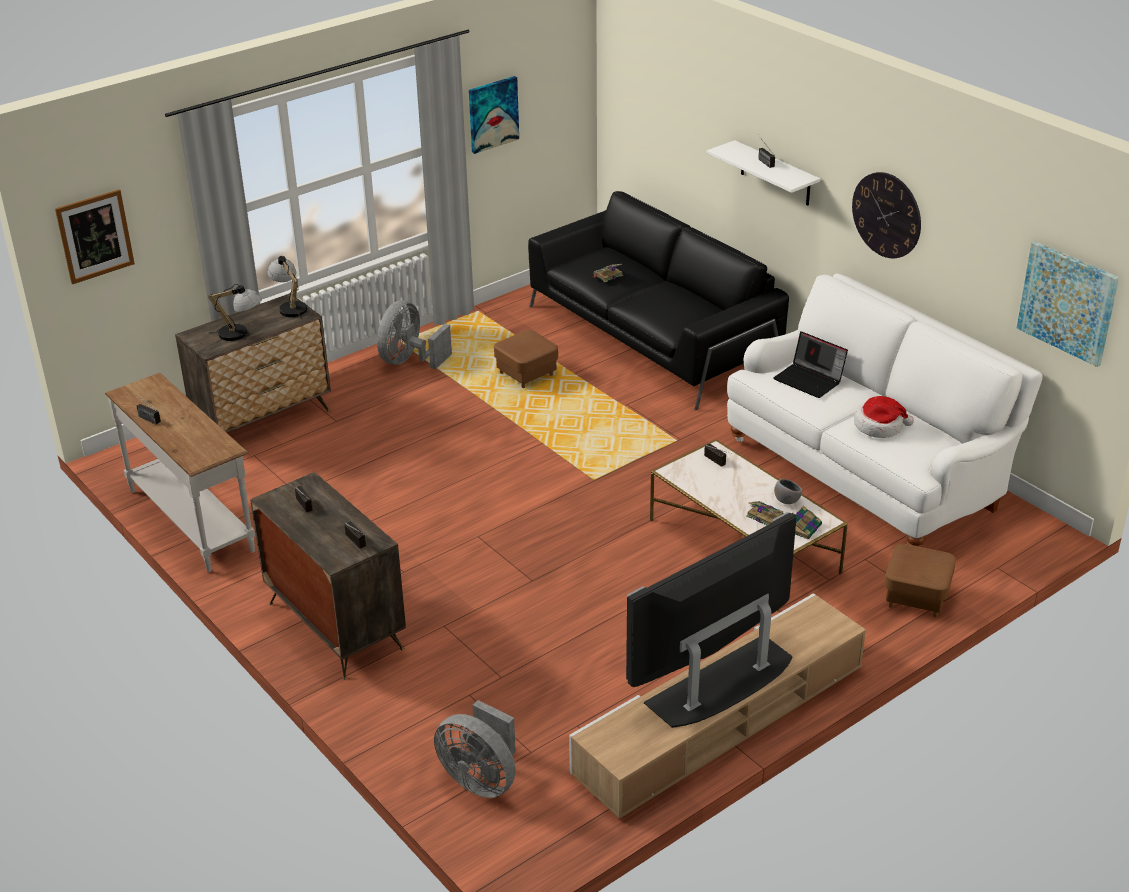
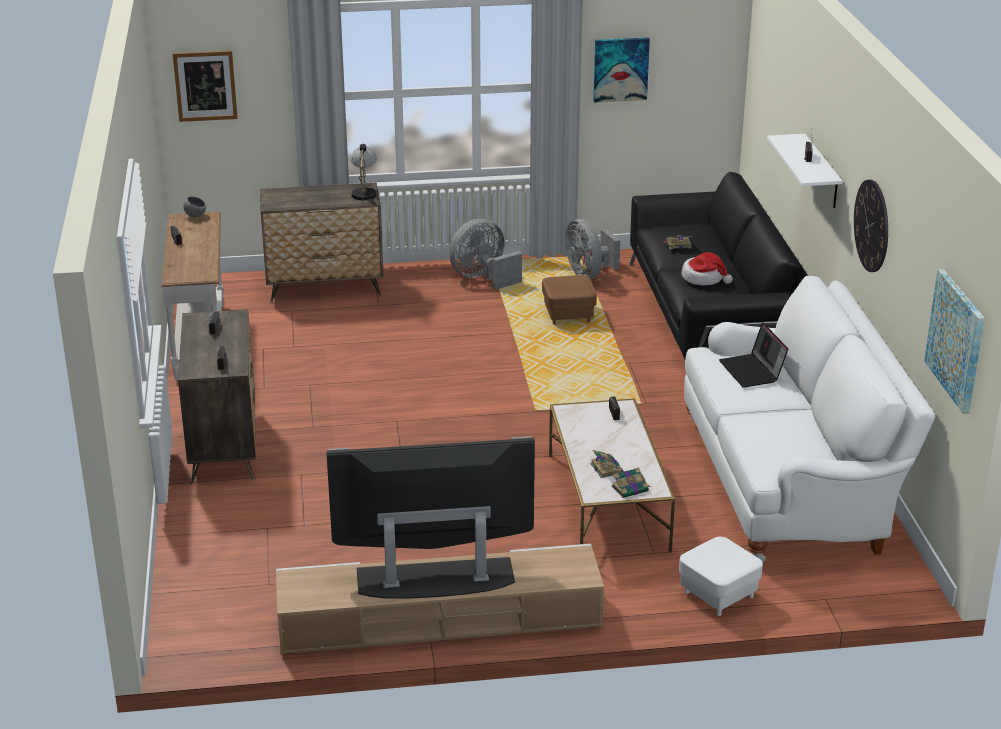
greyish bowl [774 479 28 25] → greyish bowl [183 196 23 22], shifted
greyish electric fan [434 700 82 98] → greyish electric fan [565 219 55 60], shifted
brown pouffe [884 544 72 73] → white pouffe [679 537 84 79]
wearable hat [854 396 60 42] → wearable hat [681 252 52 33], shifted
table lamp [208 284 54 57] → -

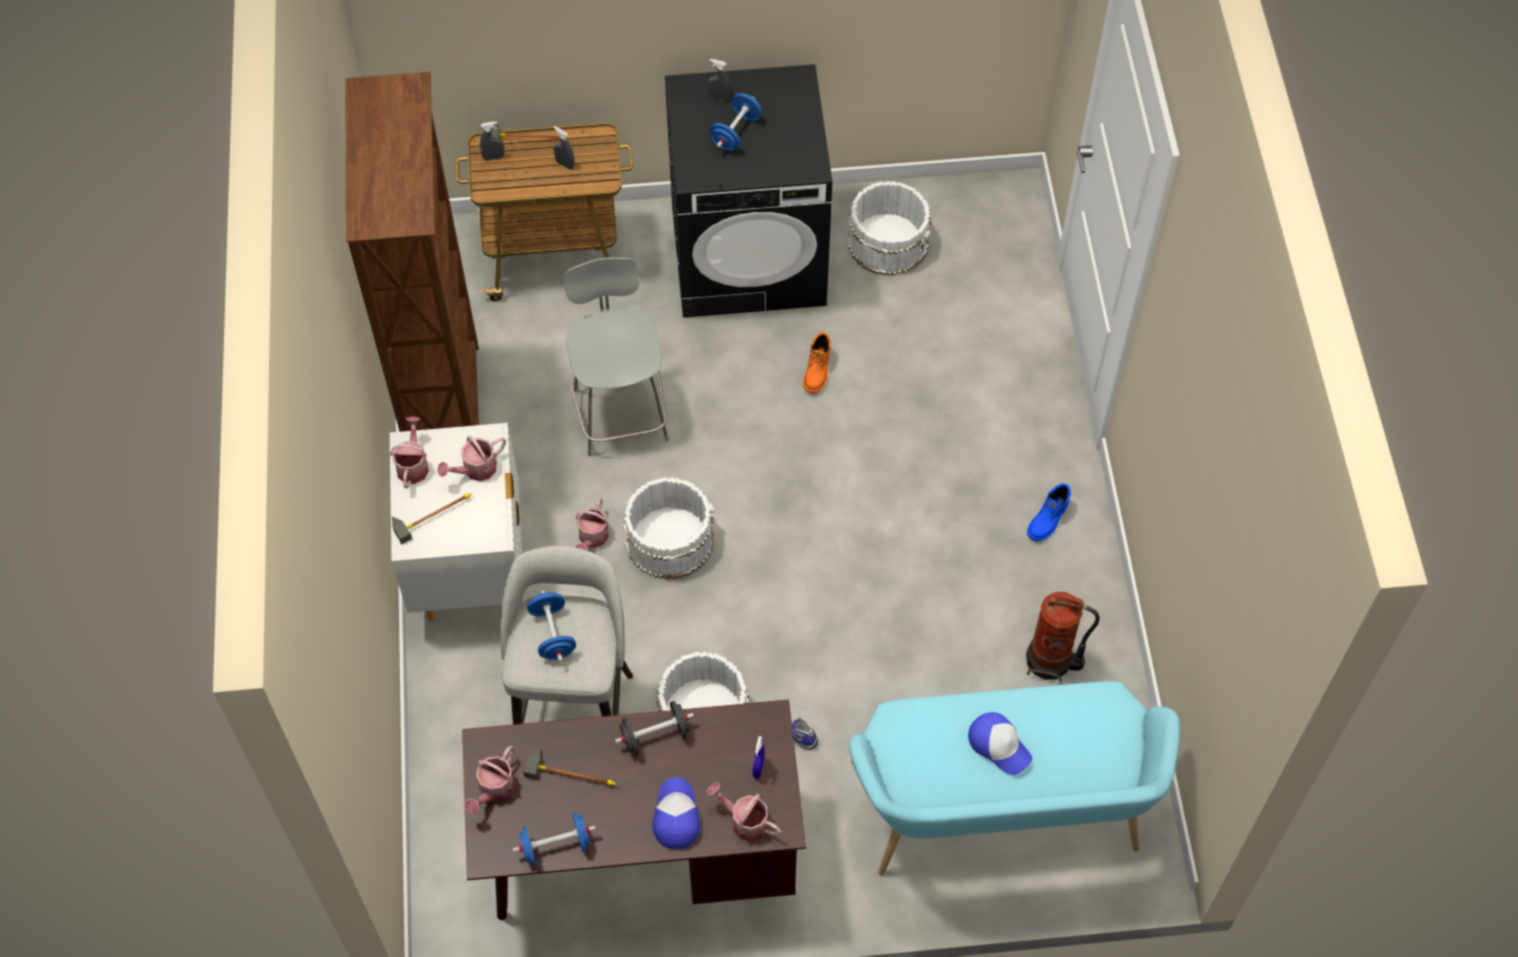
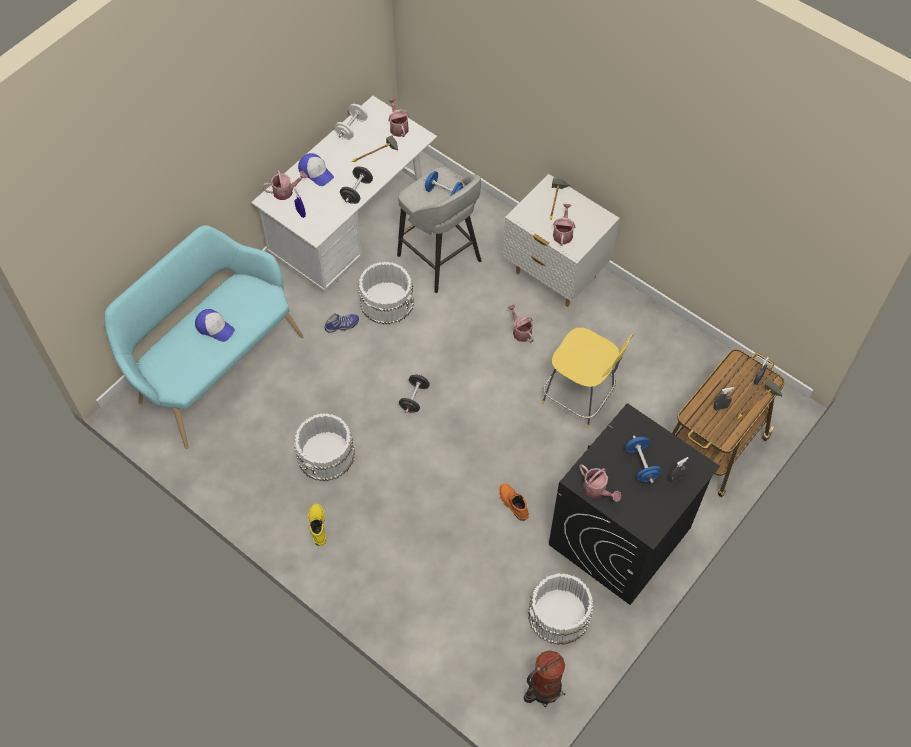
peaked cap [968 712 64 63] → peaked cap [195 309 40 33], 150 degrees counterclockwise
brown desk table [462 700 344 220] → white desk table [251 96 186 195]
white water bucket [623 477 91 103] → white water bucket [294 413 61 68], shifted
bluish tall boot [1027 483 44 58] → yellowish tall boot [308 504 18 42]
bluish free weight [513 812 83 54] → white free weight [334 104 34 36]
- → black-coloured free weight [399 374 31 39]
fire-fighting cylinder [1026 592 74 90] → fire-fighting cylinder [524 650 41 57], shifted
greyish stool seat [564 258 105 198] → yellowish stool seat [542 328 92 101]
watering can [390 417 39 71] → watering can [579 464 42 38], shifted
brown bookcase [345 72 134 360] → -

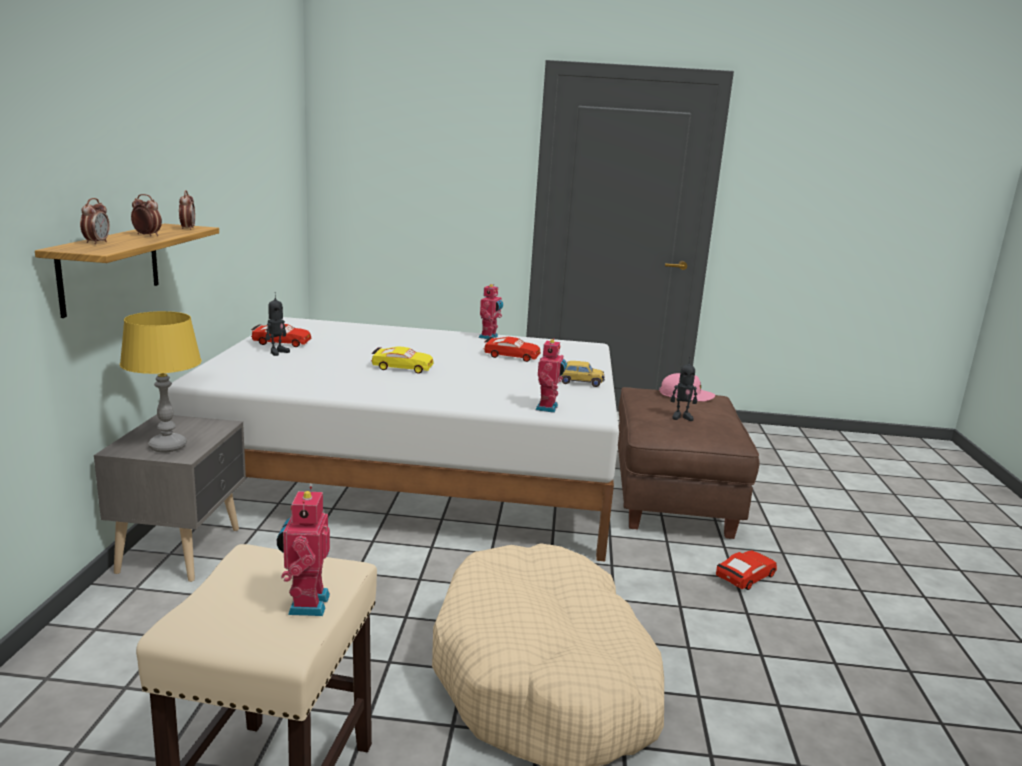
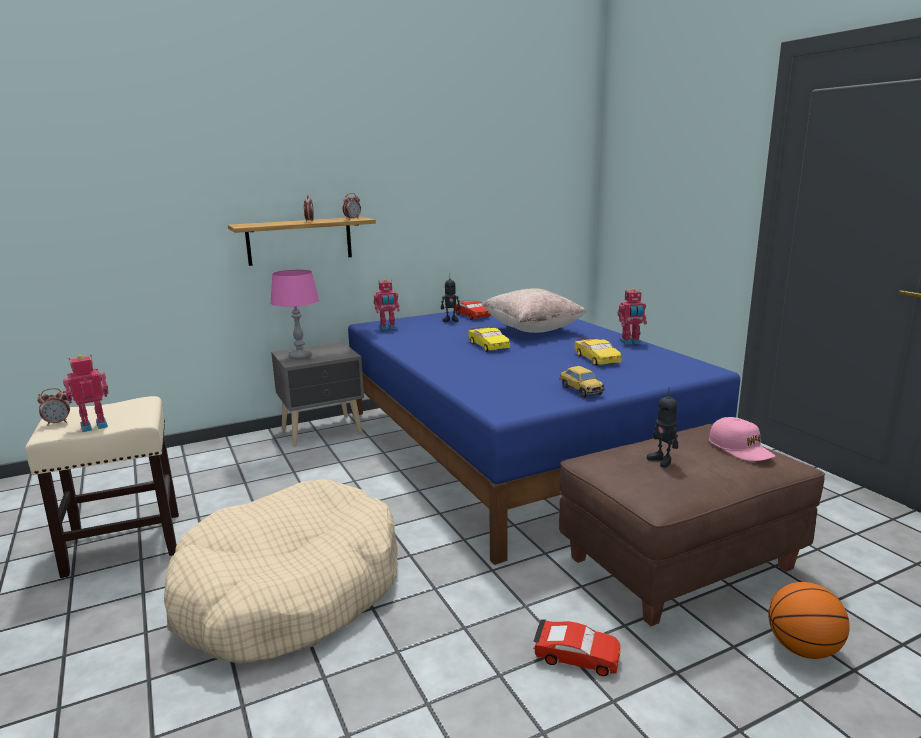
bedside clock [80 198 30 46] → bedside clock [37 388 33 38], shifted
yellowish table lamp [120 311 82 142] → pink table lamp [270 270 49 90]
white bedroom bed [168 317 451 245] → bluish bedroom bed [348 311 392 254]
robot figure [536 338 31 75] → robot figure [374 279 25 51], shifted
- → beige-coloured cushion [482 288 105 45]
red-coloured toy car [484 337 56 25] → yellowish toy car [575 338 47 28]
- → ball for basketball [768 582 82 77]

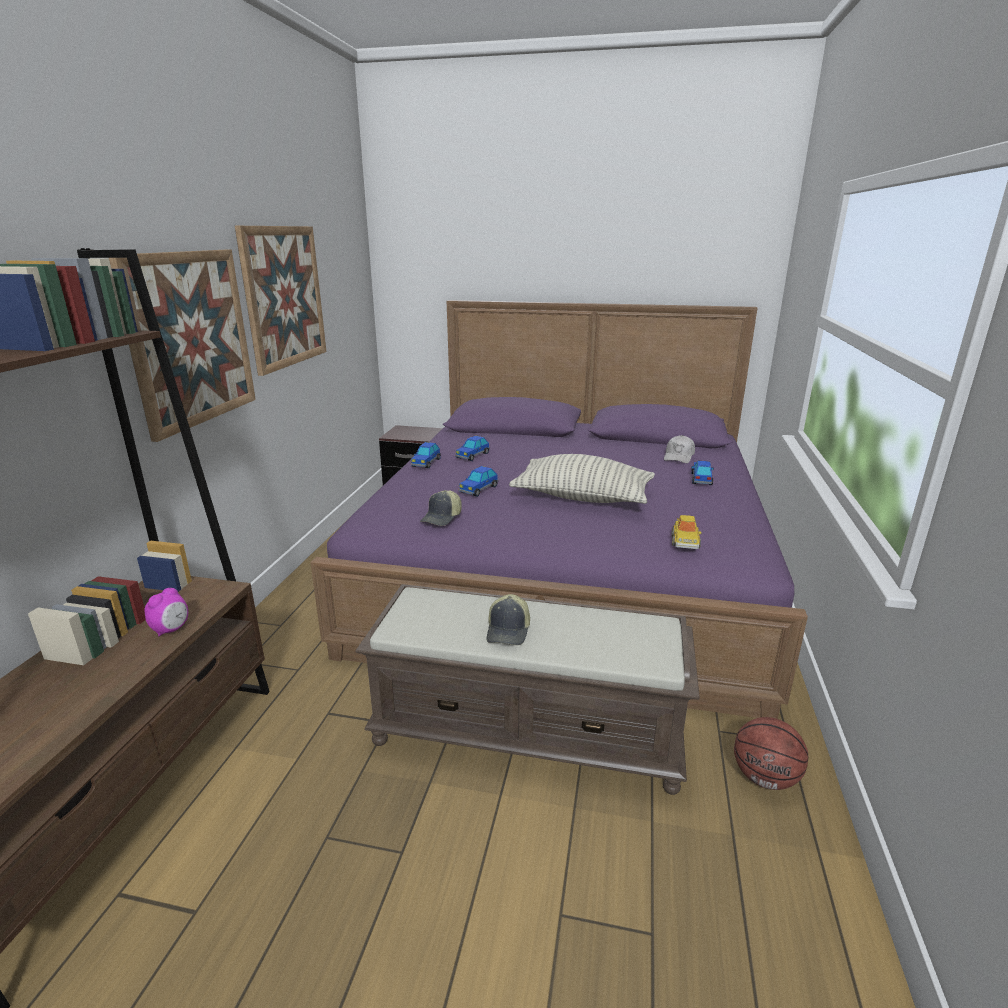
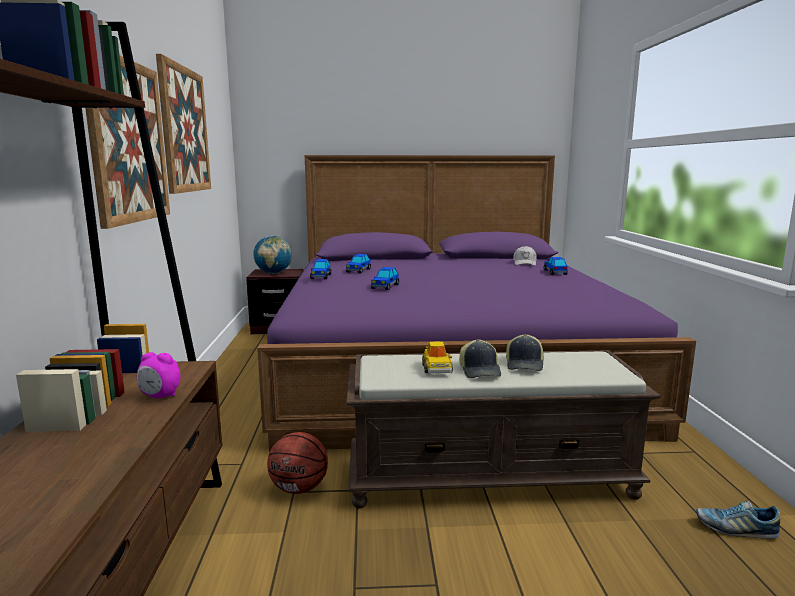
bedside clock [144 588 44 48] → bedside clock [137 352 44 46], 90 degrees clockwise
- → desk globe [253 236 39 38]
ball for basketball [734 717 74 73] → ball for basketball [267 432 61 62], shifted
toy car [671 515 30 34] → toy car [422 342 31 31], shifted
peaked cap [420 490 42 36] → peaked cap [506 334 38 37], shifted
- → item of footwear [696 500 84 39]
cushion [509 454 146 50] → -

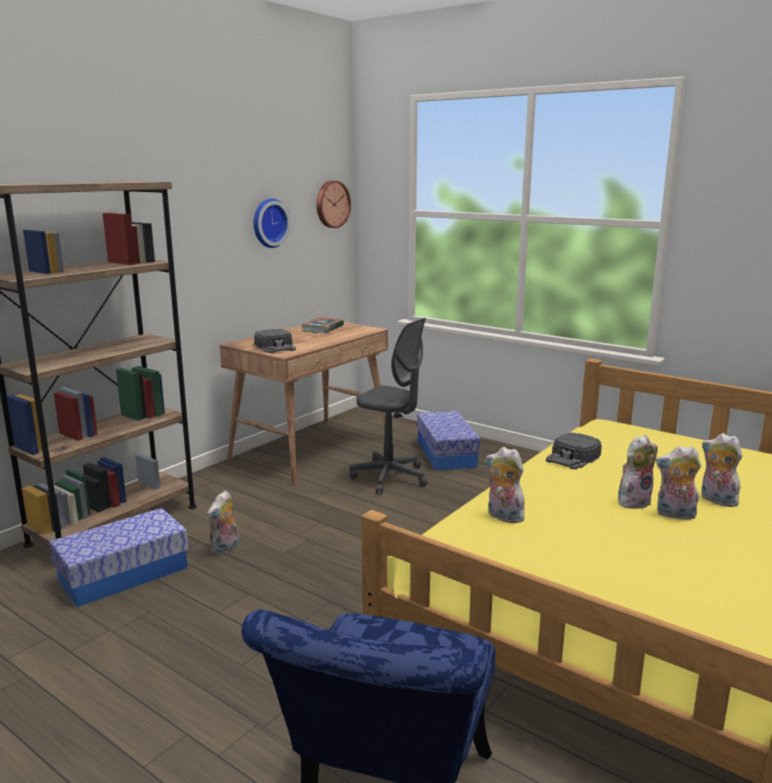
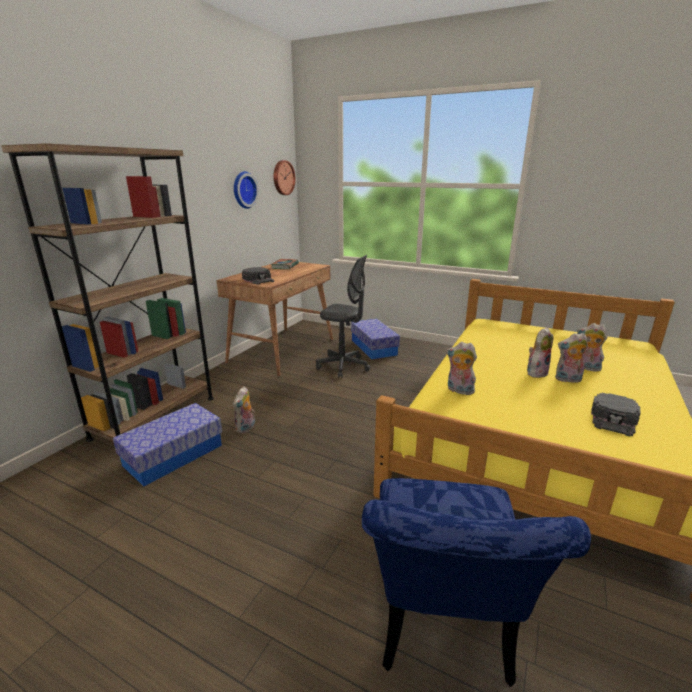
black-coloured peaked cap [546 432 56 37] → black-coloured peaked cap [591 393 50 44], shifted

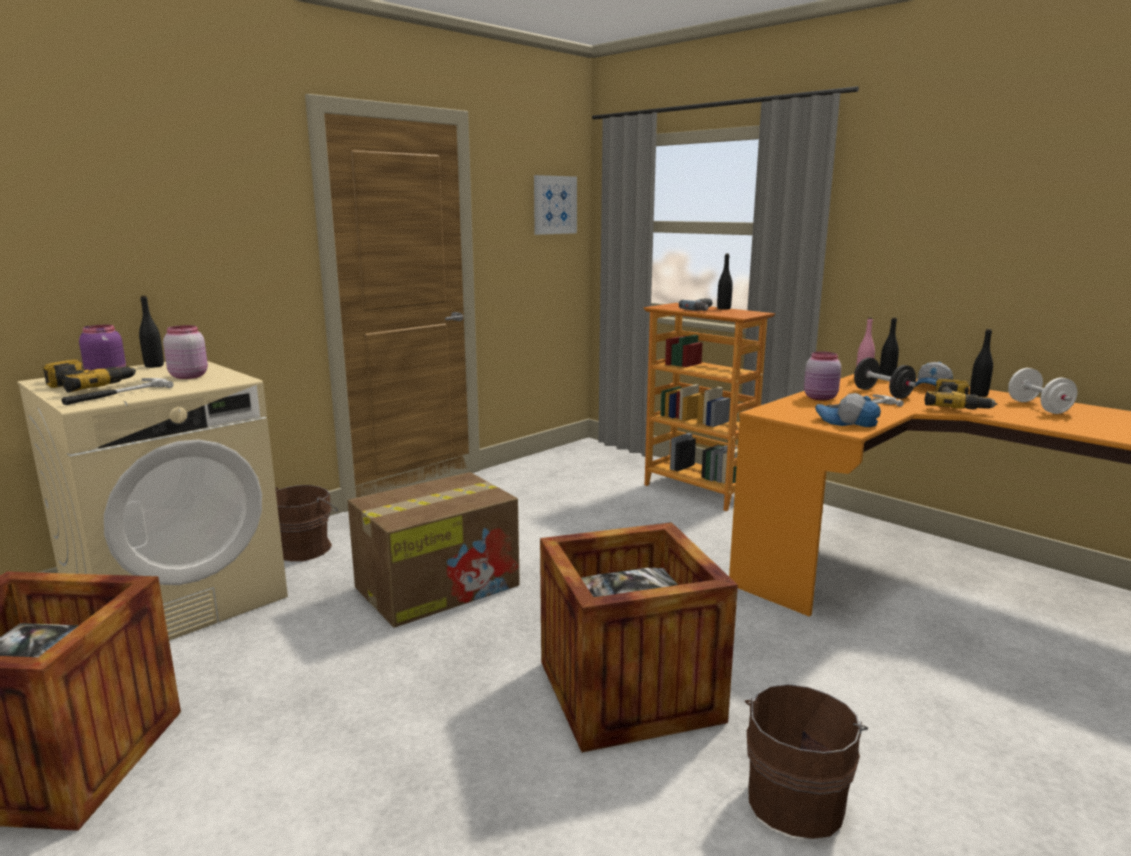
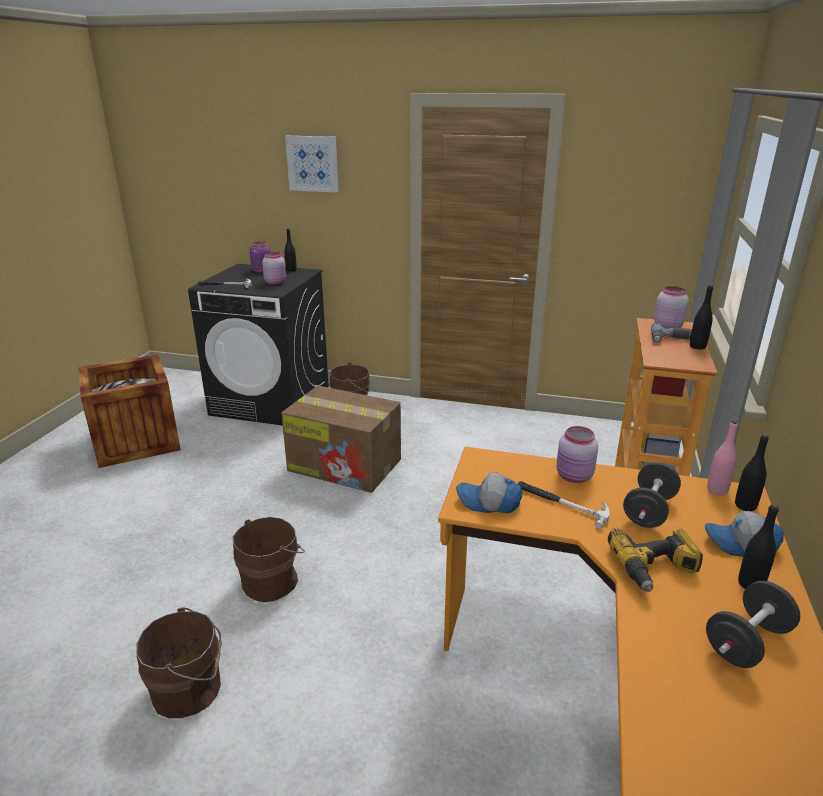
beige-coloured washing machine [17 361 271 280] → black-coloured washing machine [188 264 141 161]
packing crate [540 522 198 230] → brown water bucket [233 517 72 85]
wall art [534 175 43 60] → wall art [285 136 54 56], shifted
peaked cap [815 393 66 34] → peaked cap [456 473 67 40], 75 degrees counterclockwise
- → pink preserve jar [654 286 35 42]
white free weight [1008 368 70 46] → black-coloured free weight [706 581 94 87]
power drill [43 359 93 34] → -

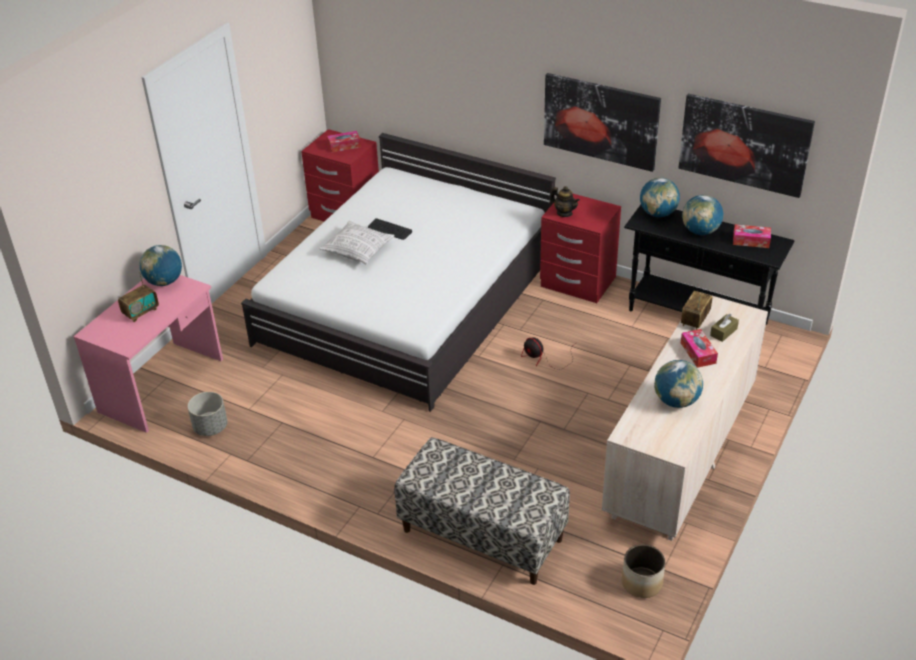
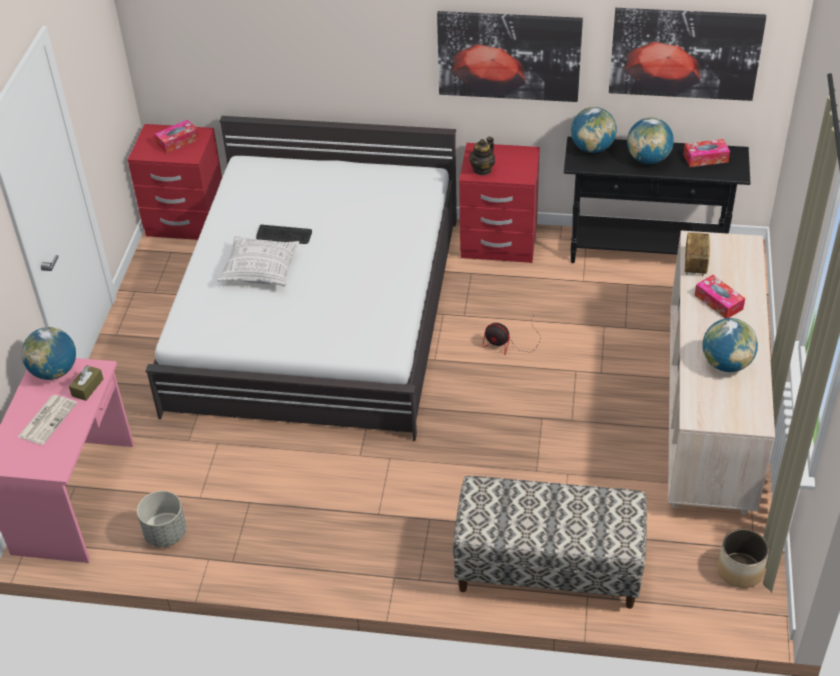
radio receiver [118 272 41 50] → newspaper [18 395 59 50]
brown box of tissues [710 314 29 28] → brown box of tissues [69 365 34 36], shifted
tea pot [550 186 30 31] → tea pot [469 136 26 39], 105 degrees clockwise

